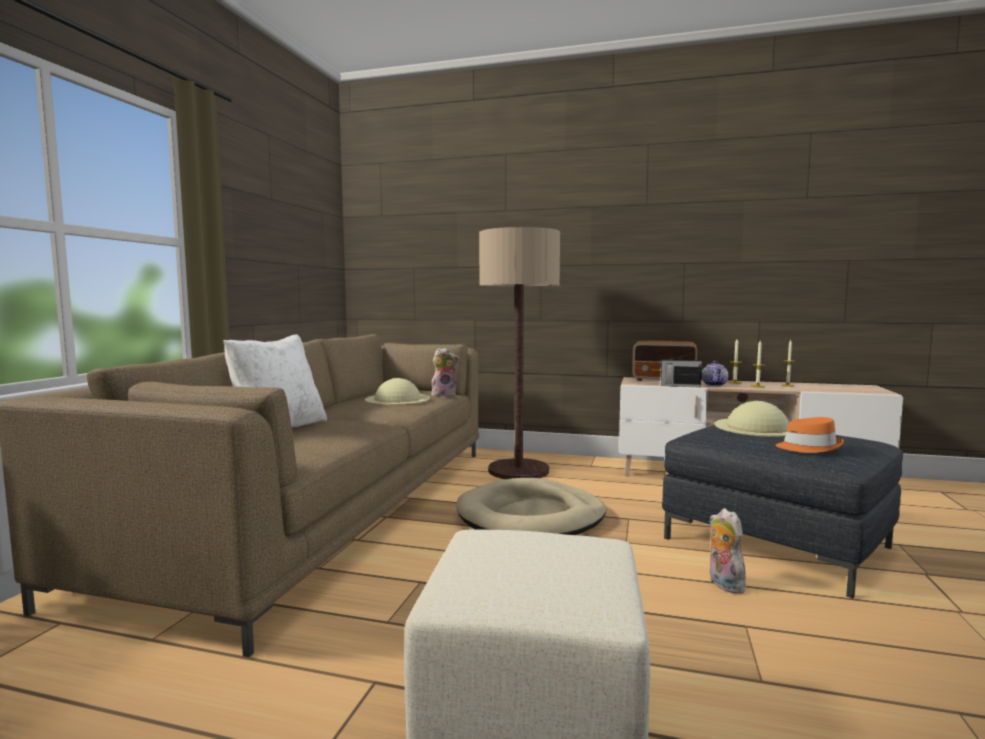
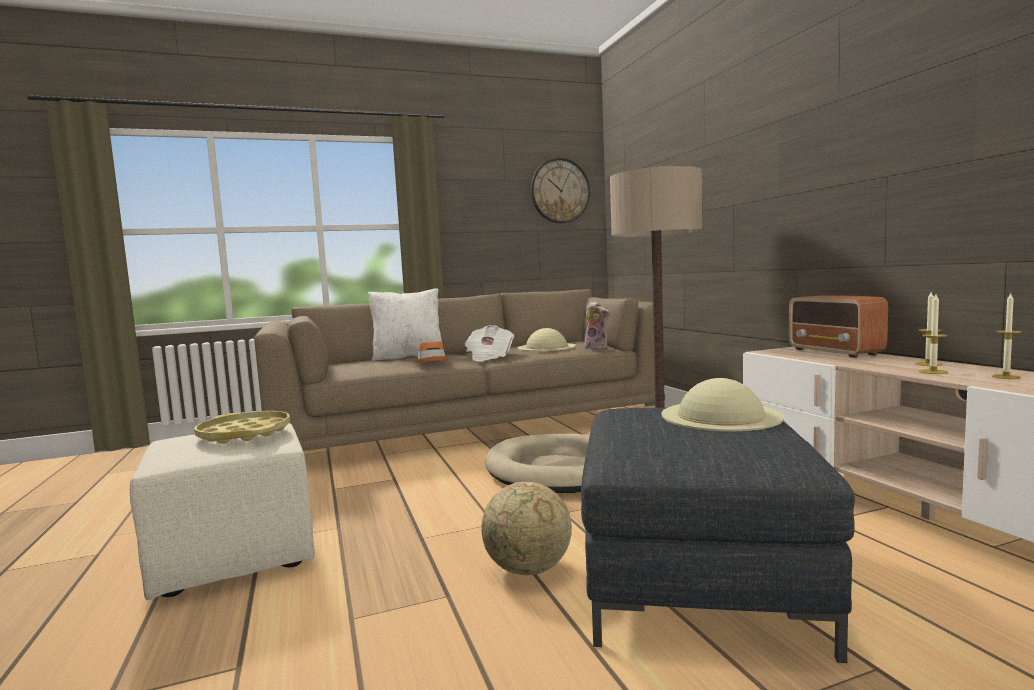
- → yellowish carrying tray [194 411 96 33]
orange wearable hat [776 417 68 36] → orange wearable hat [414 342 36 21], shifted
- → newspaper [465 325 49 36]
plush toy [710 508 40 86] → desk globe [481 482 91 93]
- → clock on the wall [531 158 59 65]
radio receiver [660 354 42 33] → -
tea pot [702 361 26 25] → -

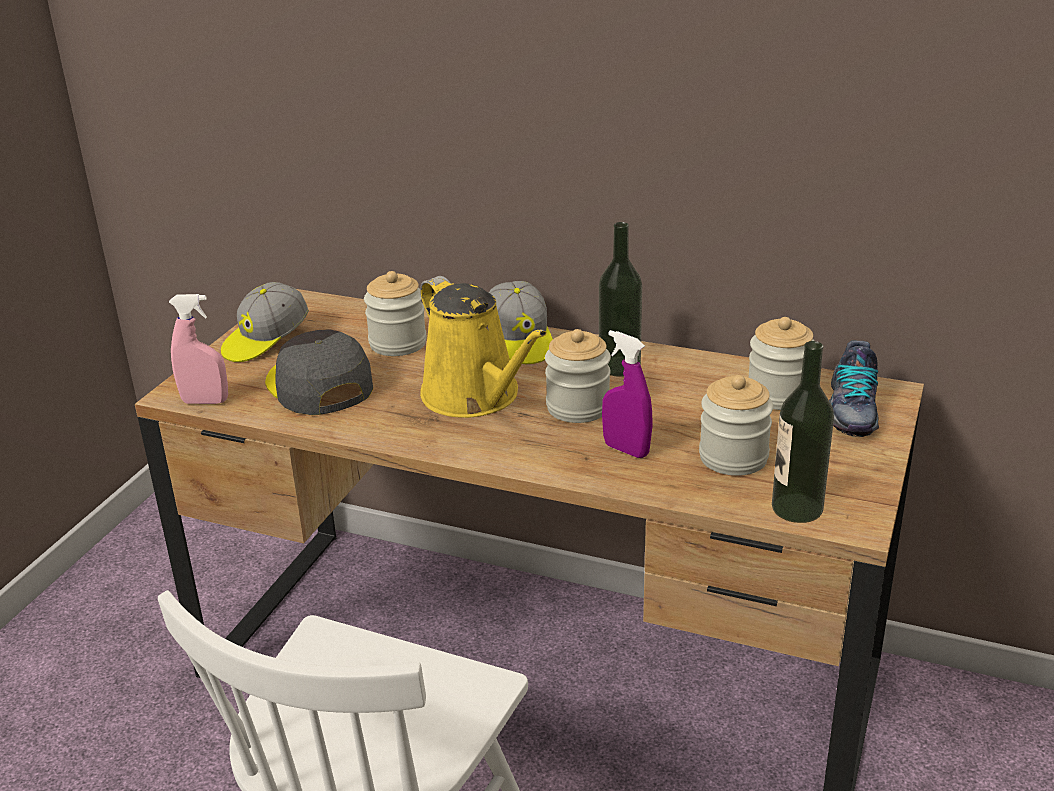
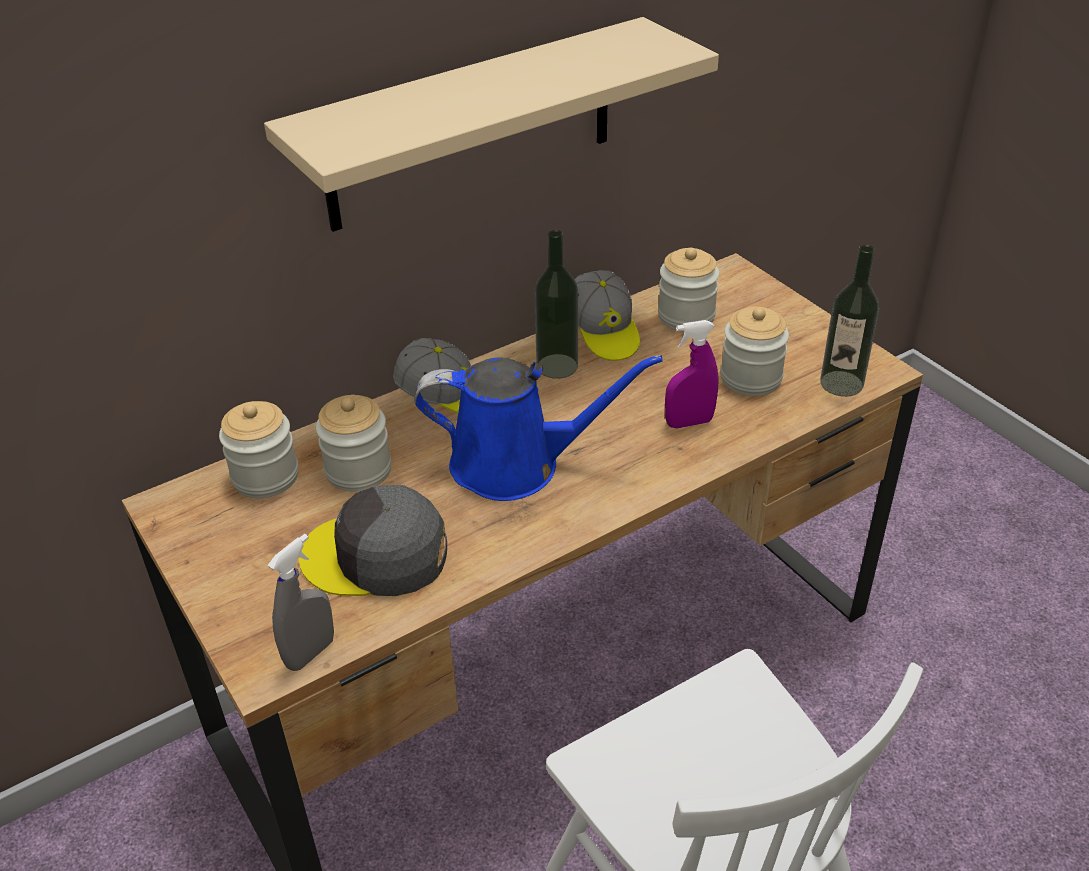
preserve jar [545 329 66 94] → preserve jar [219 401 80 97], shifted
- → beige-coloured wall shelf [264 17 455 215]
pink hand sprayer [169 294 59 110] → greyish hand sprayer [268 534 66 137]
yellowish watering can [420 276 127 142] → bluish watering can [414 355 249 146]
peaked cap [221 282 88 80] → peaked cap [575 270 65 91], shifted
item of footwear [829 340 50 97] → -

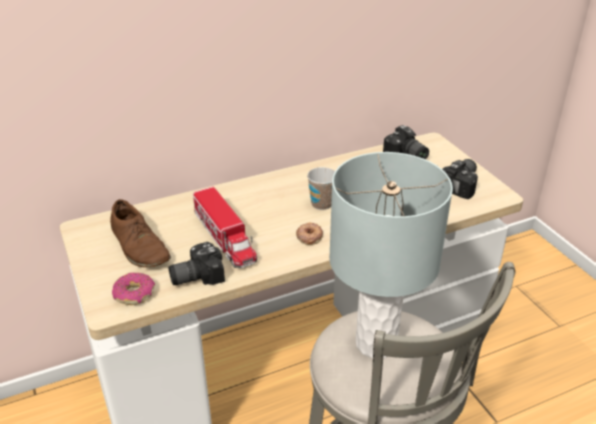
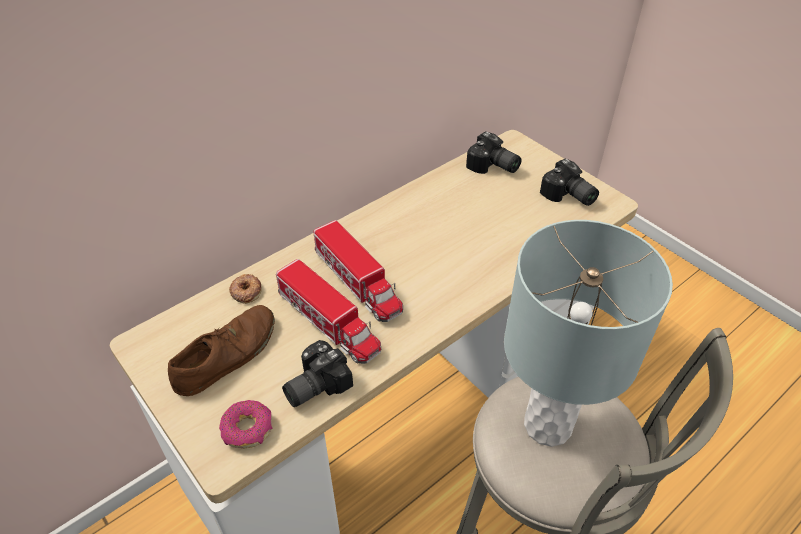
brown item of footwear [110 199 61 68] → brown item of footwear [168 305 107 91], 90 degrees counterclockwise
donut [296 222 27 23] → donut [229 274 32 30], shifted
- → model truck [314 220 89 102]
still camera [442 159 36 40] → still camera [540 158 59 48], 120 degrees clockwise
small cup [307 167 28 43] → -

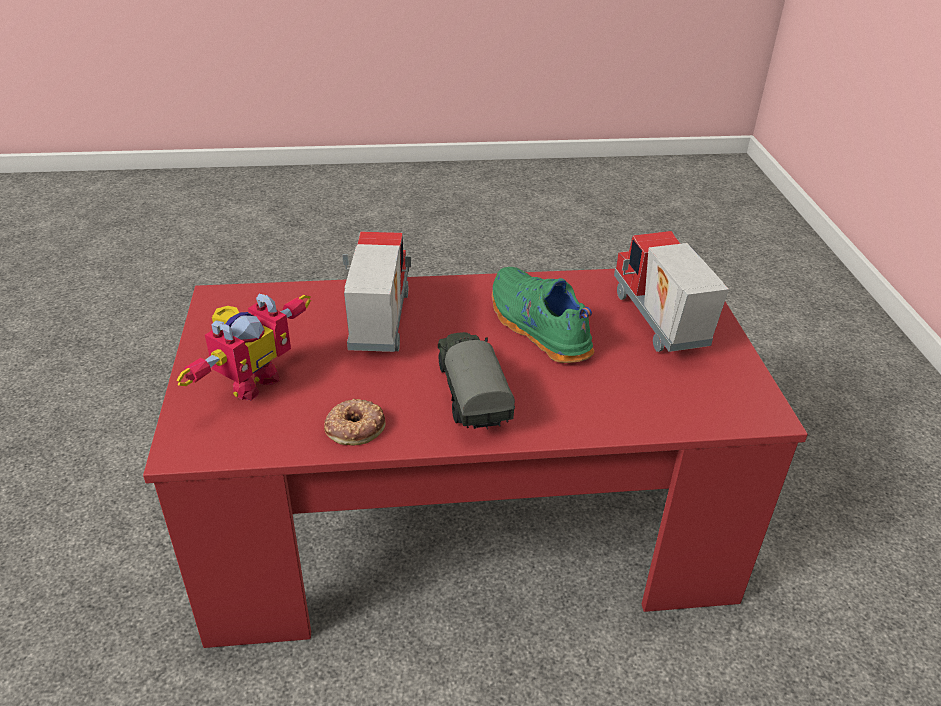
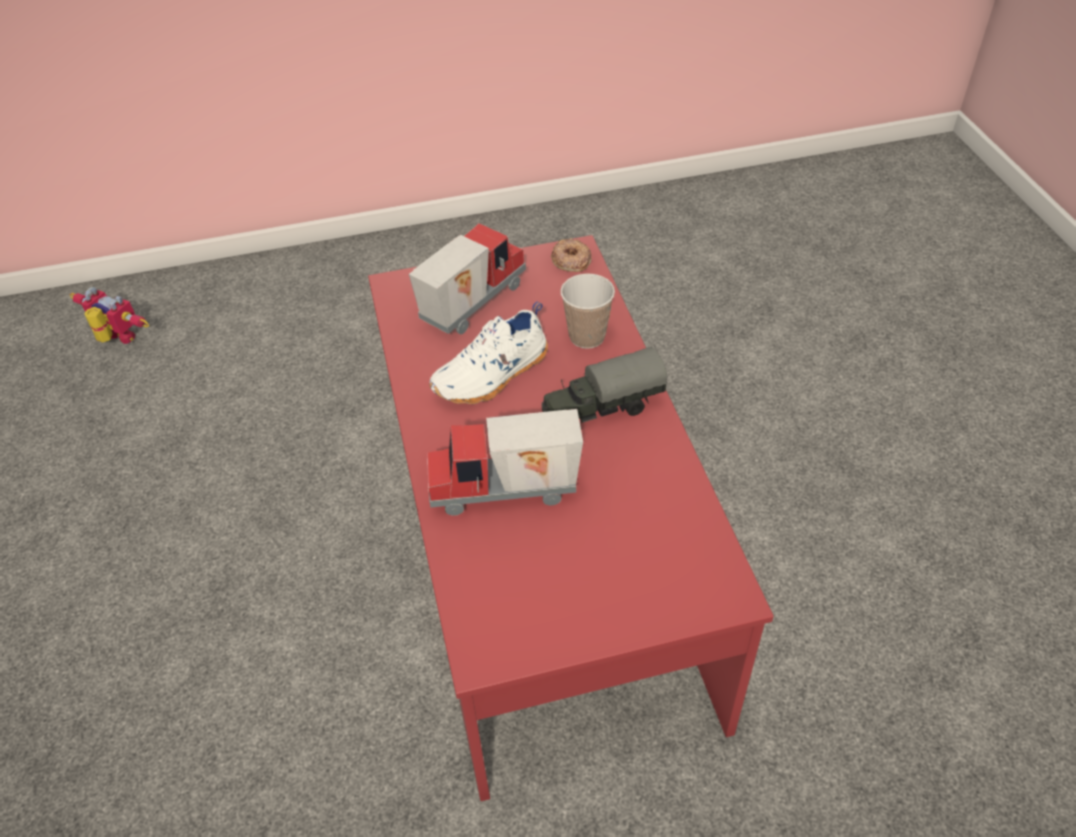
robot figure [176 294 135 107] → robot figure [70 287 79 57], shifted
model truck [614 231 115 121] → model truck [409 223 117 111], 150 degrees clockwise
greenish item of footwear [492 267 102 96] → white item of footwear [430 301 118 103]
donut [324 399 62 46] → donut [551 238 41 34], shifted
- → small cup [560 274 55 75]

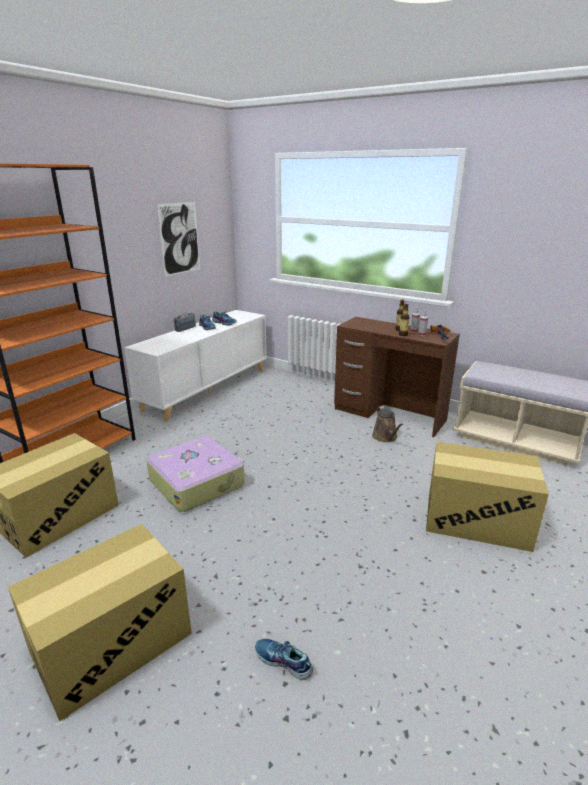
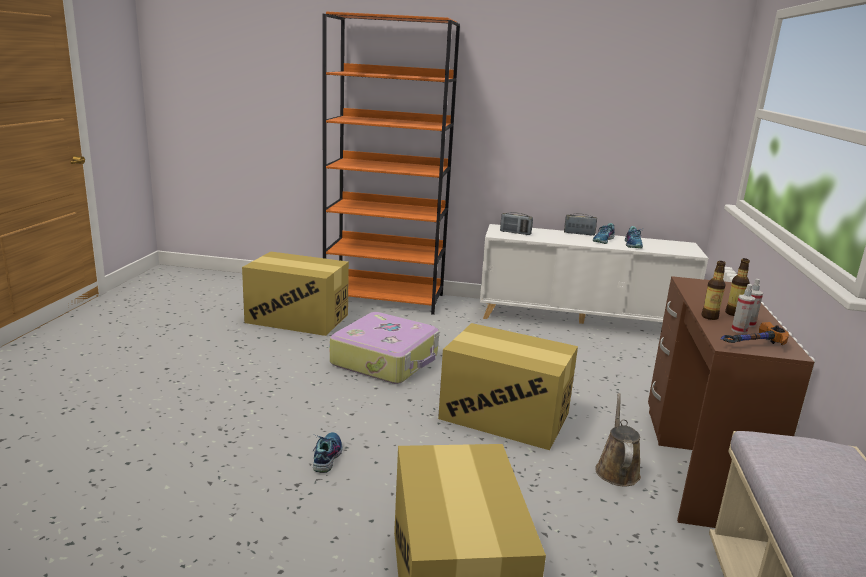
item of footwear [255 639 58 41] → item of footwear [313 432 30 41], shifted
packing box [8 524 184 197] → packing box [438 323 140 127], shifted
- → radio receiver [500 212 33 23]
brown watering can [372 406 31 36] → brown watering can [595 393 46 93], 135 degrees clockwise
wall art [157 202 43 75] → -

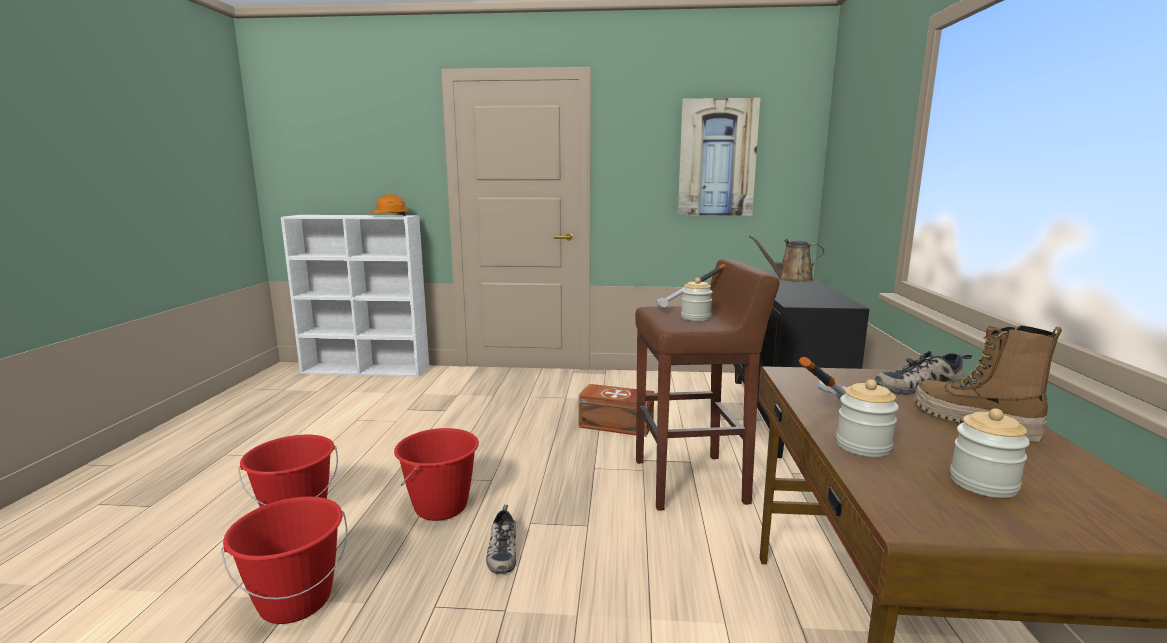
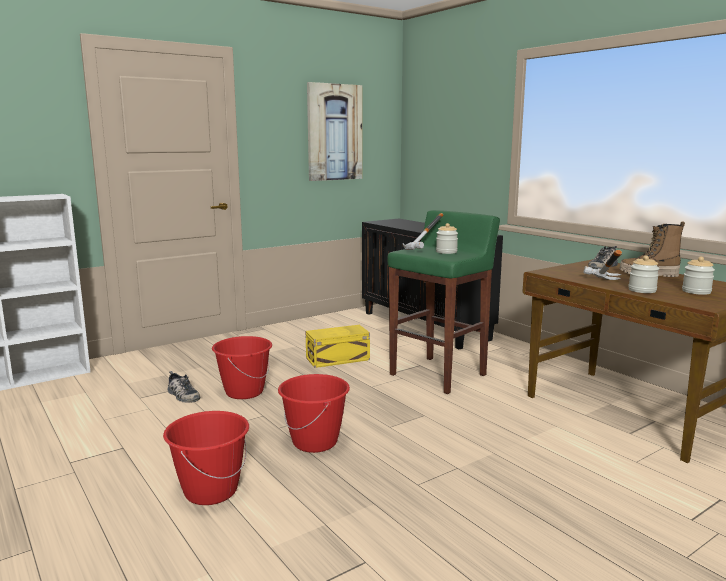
item of footwear [486 505 30 69] → item of footwear [168 371 32 32], shifted
red-coloured water bucket [221 497 126 127] → red-coloured water bucket [212 336 60 63], shifted
brown storage bin [578 384 76 53] → yellowish storage bin [306 325 64 43]
brown stool seat [635 259 145 252] → greenish stool seat [388 210 112 184]
orange hard hat [370 194 39 22] → -
brown watering can [749 235 76 47] → -

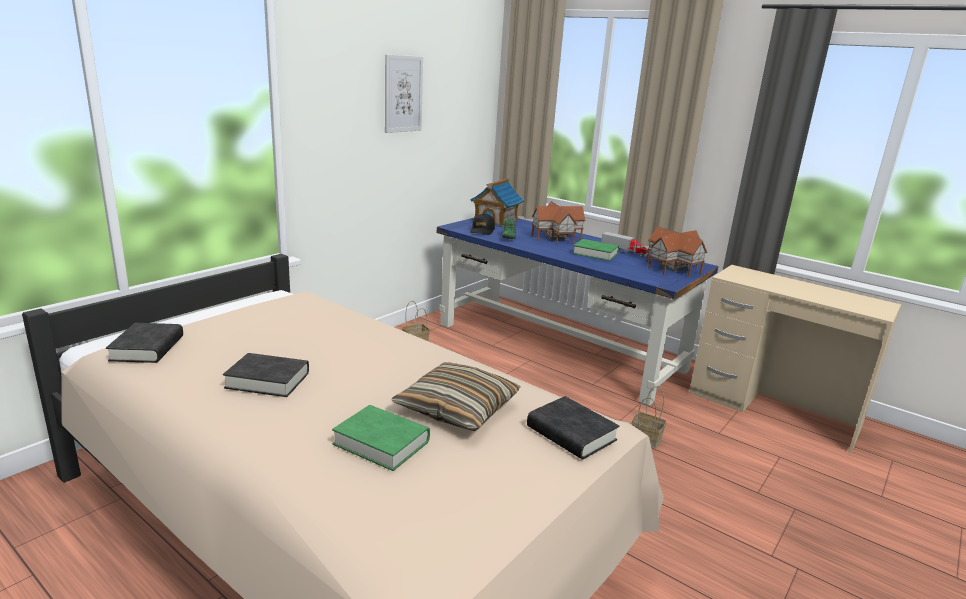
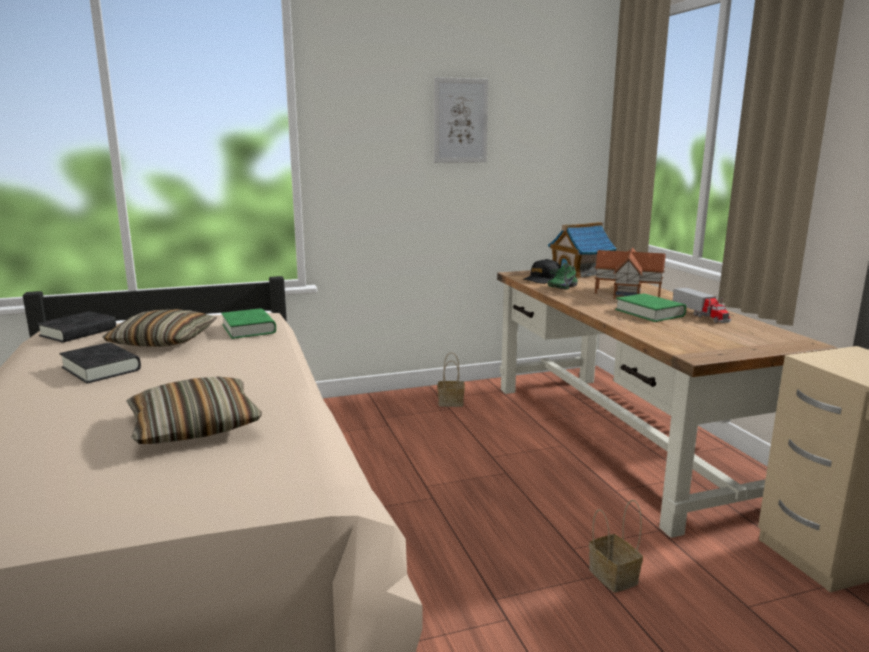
- → cushion [102 309 115 38]
greenish book [332 405 98 66] → greenish book [221 308 55 31], shifted
bluish desk table [437 218 282 188] → brown desk table [497 270 341 268]
black-coloured book [527 396 92 63] → -
miniature house [646 227 62 50] → -

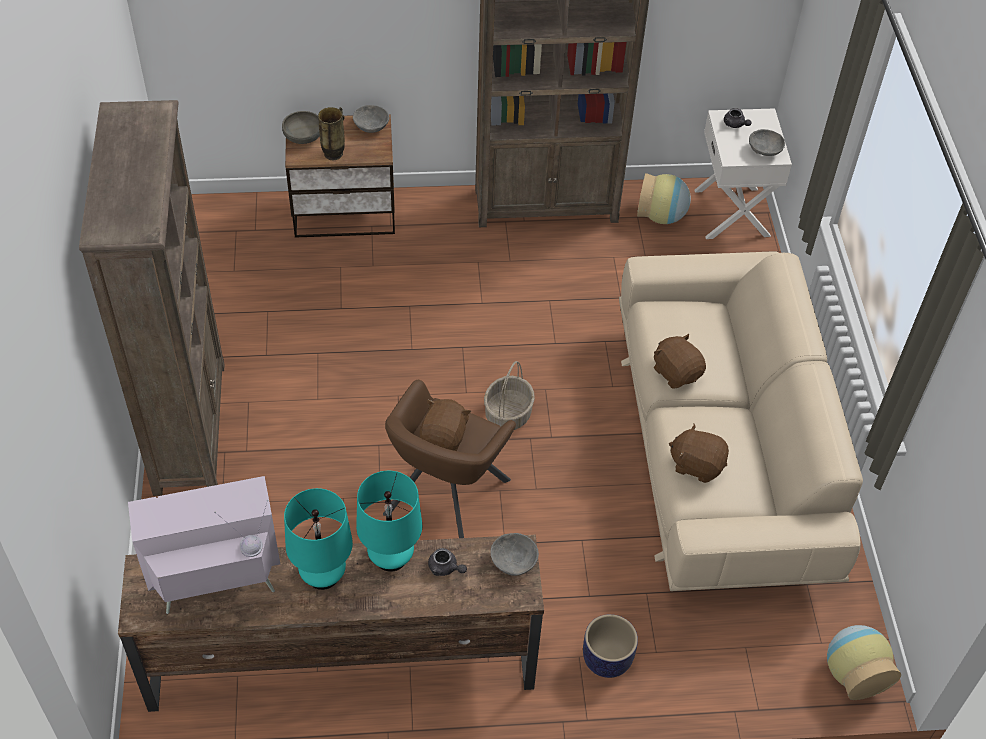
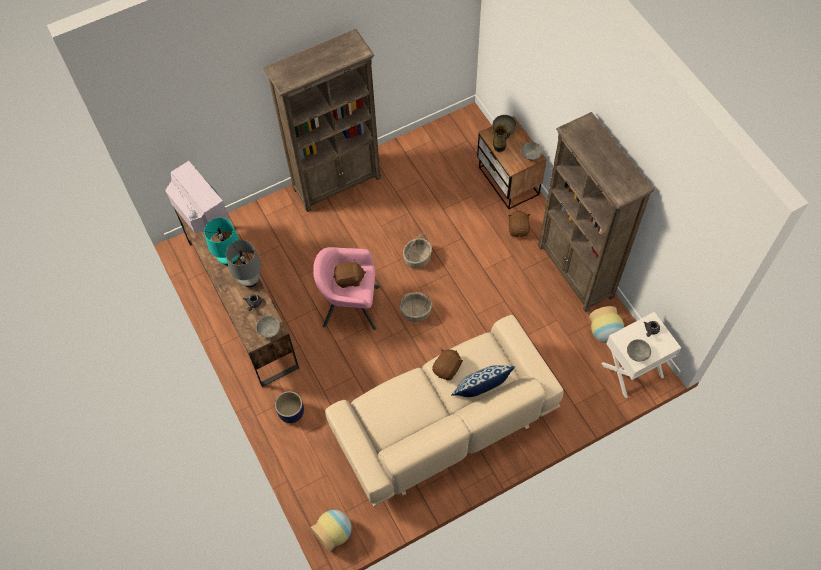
turquoise-coloured table lamp [356 471 66 101] → greyish table lamp [226 240 35 47]
brown easy chair [383 380 133 158] → pink easy chair [313 247 67 83]
- → storage basket [403 233 29 35]
- → cushion [451 365 64 32]
brown plush toy [669 424 60 59] → brown plush toy [508 211 22 26], shifted

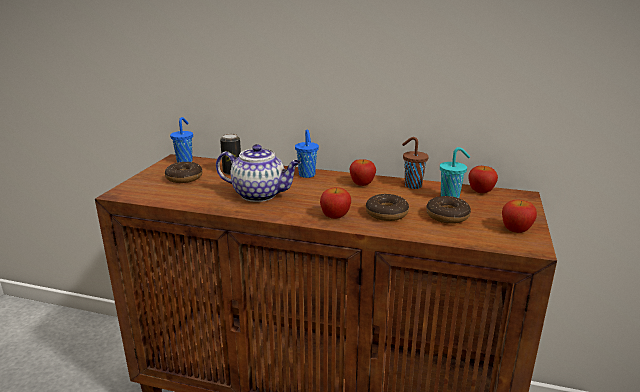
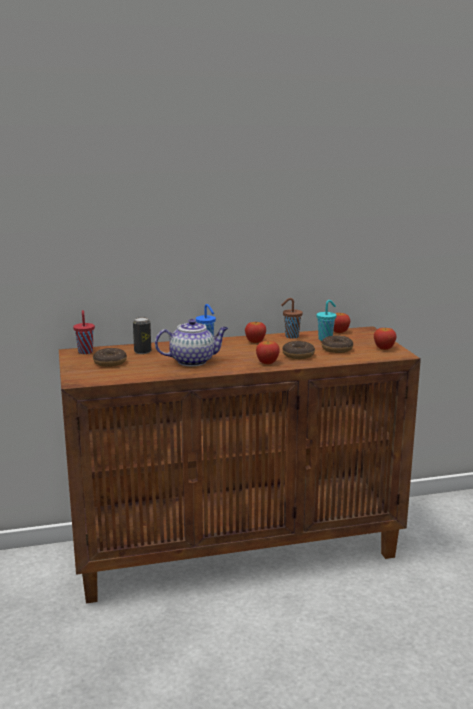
bluish small cup [170 117 23 46] → red-coloured small cup [73 310 22 44]

